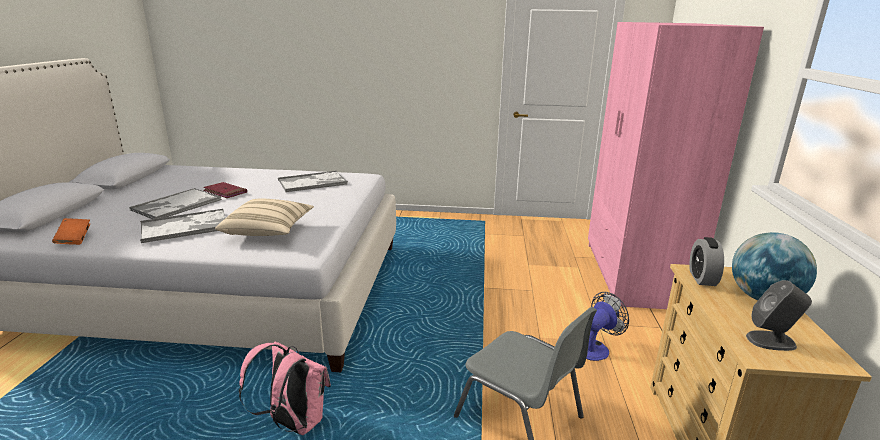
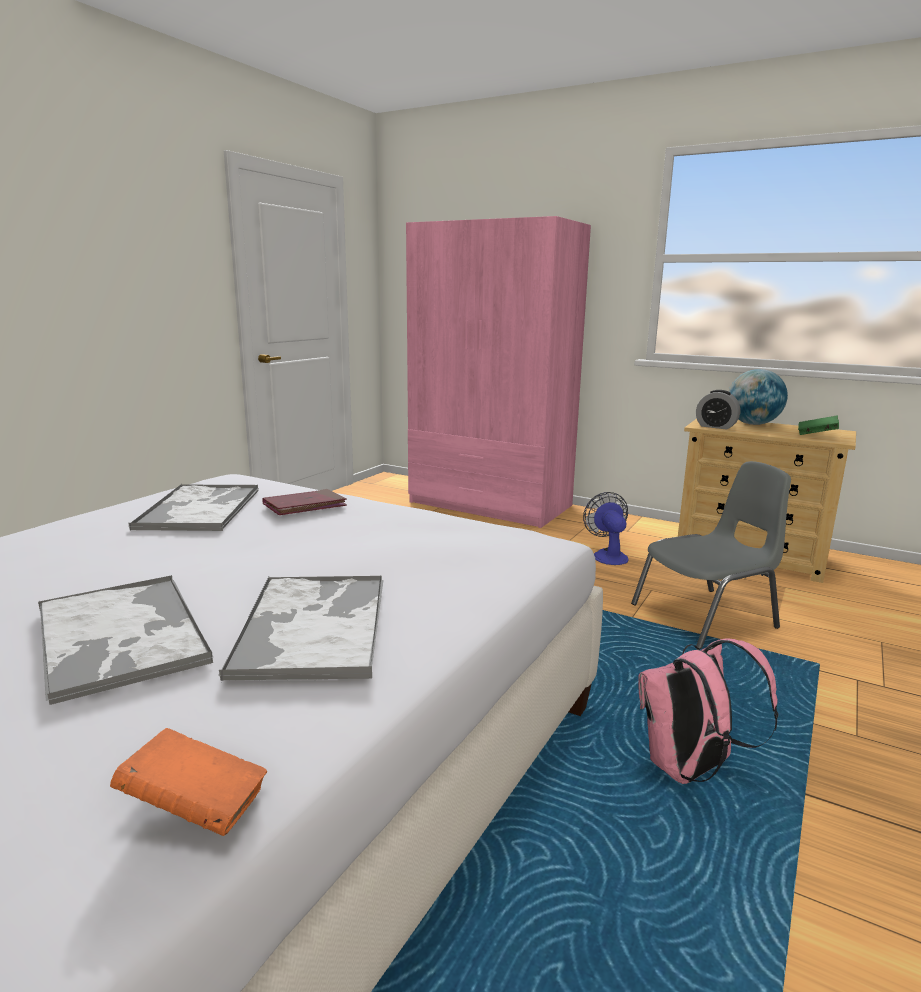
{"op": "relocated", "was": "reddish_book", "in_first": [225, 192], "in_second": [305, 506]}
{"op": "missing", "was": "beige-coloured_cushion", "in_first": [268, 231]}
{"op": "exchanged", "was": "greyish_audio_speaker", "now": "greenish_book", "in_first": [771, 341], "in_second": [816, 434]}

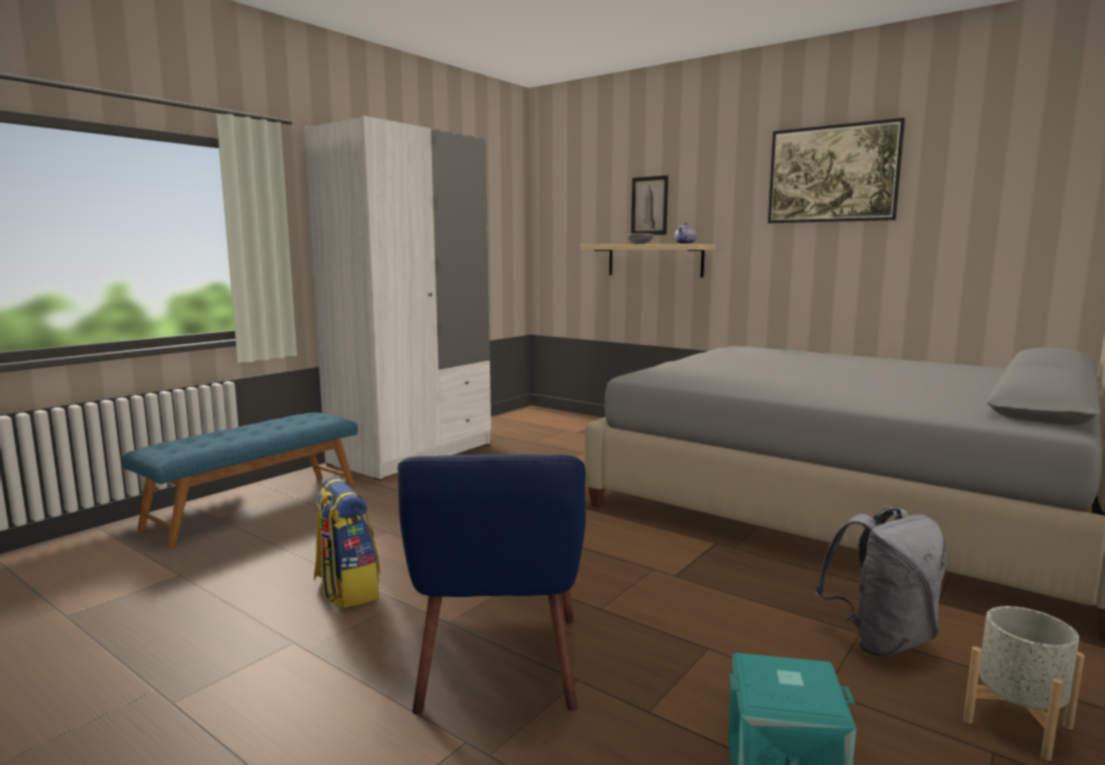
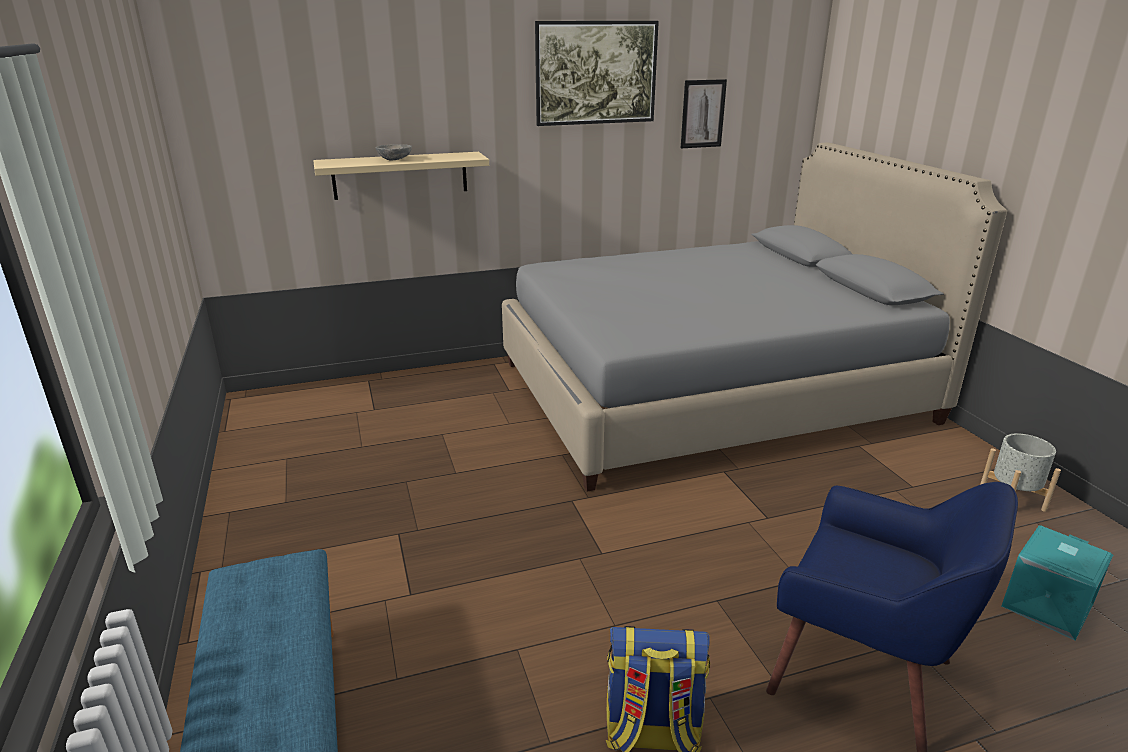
{"op": "missing", "was": "white_armoire", "in_first": [412, 453]}
{"op": "relocated", "was": "wall_picture", "in_first": [649, 206], "in_second": [703, 114]}
{"op": "missing", "was": "pot_for_tea", "in_first": [685, 243]}
{"op": "missing", "was": "greyish_rucksack", "in_first": [881, 640]}

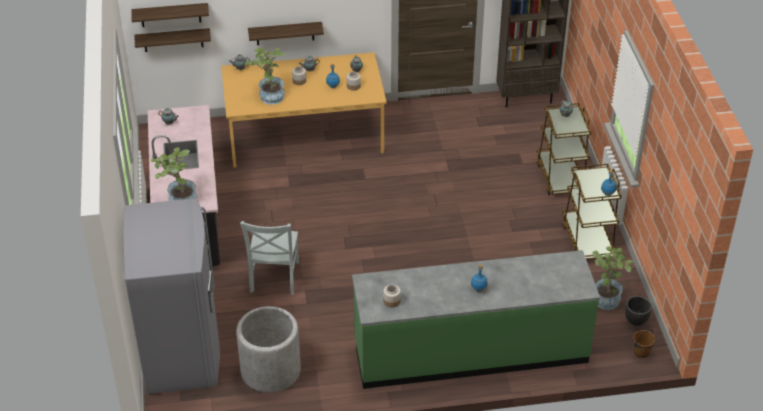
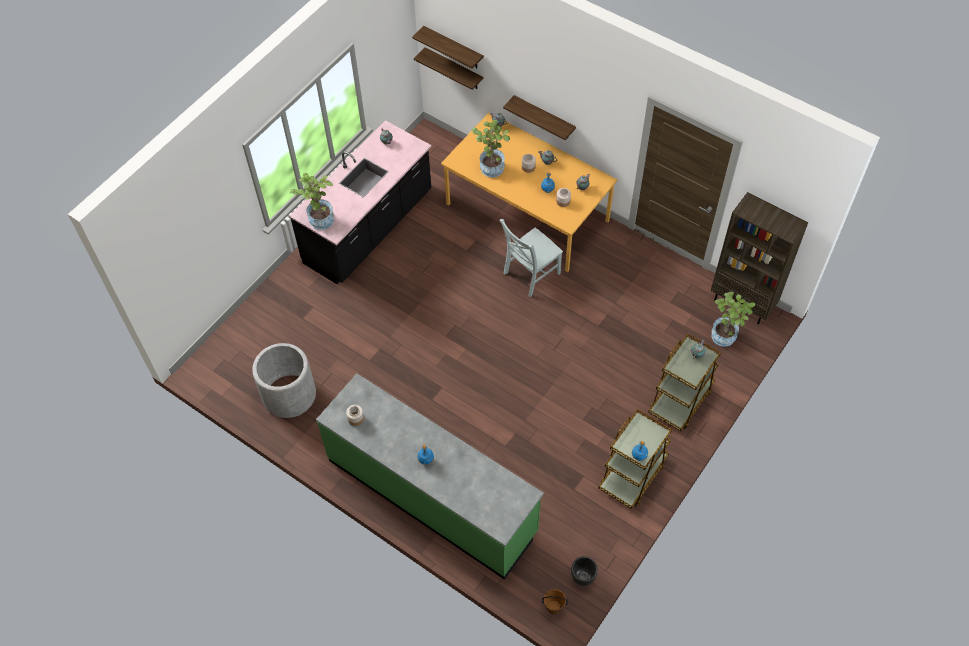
{"op": "missing", "was": "greyish_refrigerator", "in_first": [182, 353]}
{"op": "relocated", "was": "greyish_upright_chair", "in_first": [274, 278], "in_second": [530, 274]}
{"op": "relocated", "was": "plant_in_a_pot", "in_first": [606, 297], "in_second": [726, 334]}

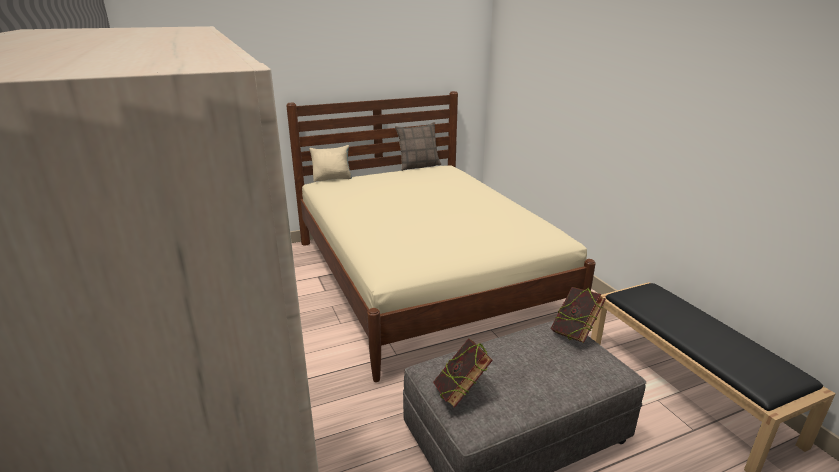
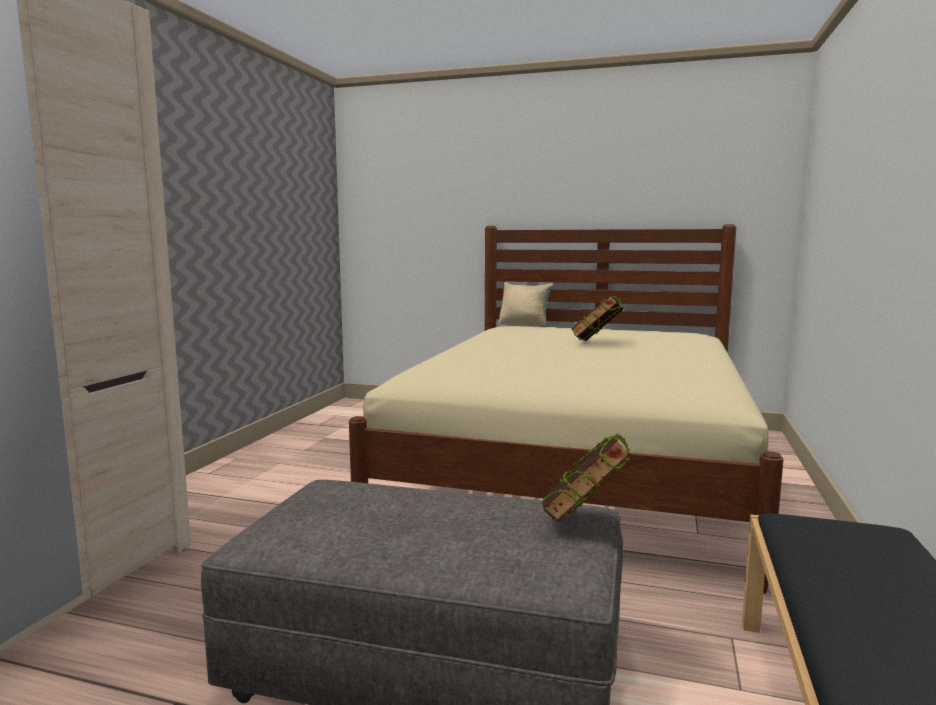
{"op": "missing", "was": "cushion", "in_first": [418, 166]}
{"op": "relocated", "was": "book", "in_first": [460, 394], "in_second": [597, 343]}

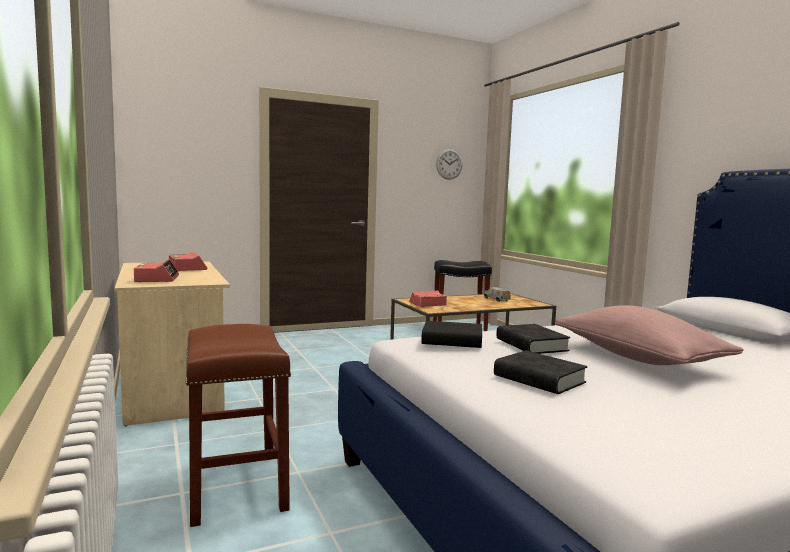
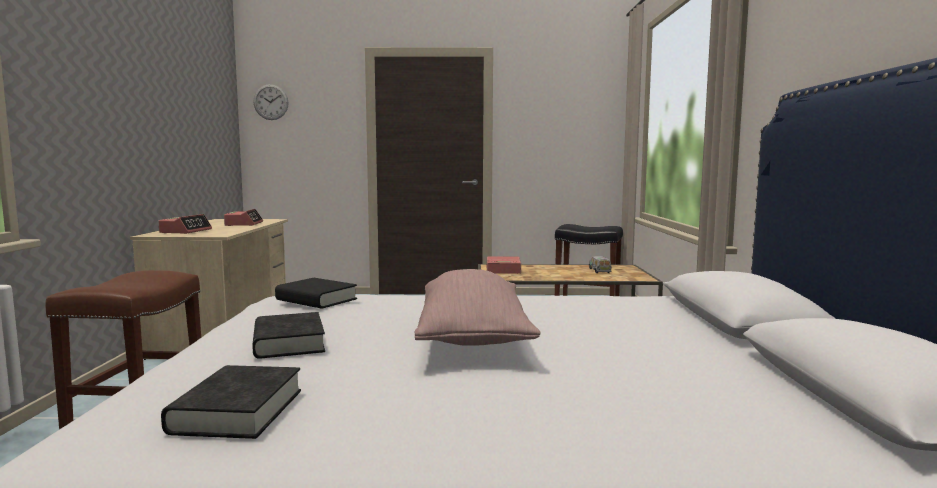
{"op": "relocated", "was": "hanging_clock", "in_first": [449, 164], "in_second": [271, 102]}
{"op": "relocated", "was": "blackish_book", "in_first": [531, 345], "in_second": [237, 411]}

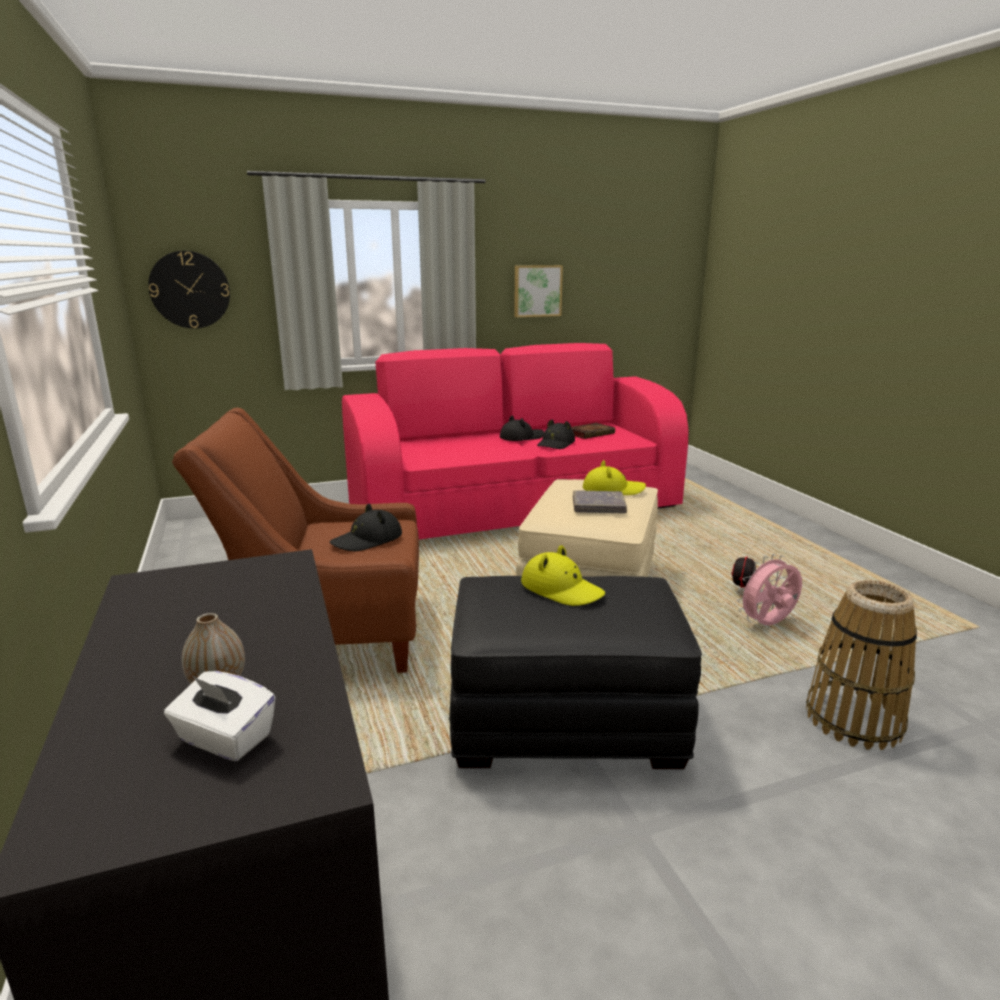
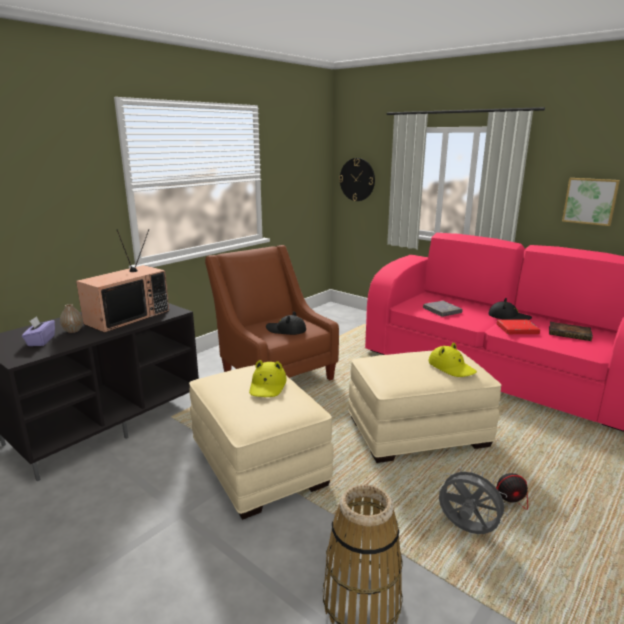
{"op": "exchanged", "was": "blackish_wearable_hat", "now": "reddish_book", "in_first": [556, 444], "in_second": [517, 329]}
{"op": "relocated", "was": "greyish_book", "in_first": [598, 506], "in_second": [442, 311]}
{"op": "colour", "was": "pink_cooling_fan", "now": "greyish_cooling_fan", "in_first": [767, 625], "in_second": [466, 530]}
{"op": "colour", "was": "blackish_ottoman", "now": "beige-coloured_ottoman", "in_first": [566, 719], "in_second": [259, 464]}
{"op": "colour", "was": "white_tissue_box", "now": "purple-coloured_tissue_box", "in_first": [224, 739], "in_second": [41, 341]}
{"op": "appeared", "now": "television", "in_second": [128, 317]}

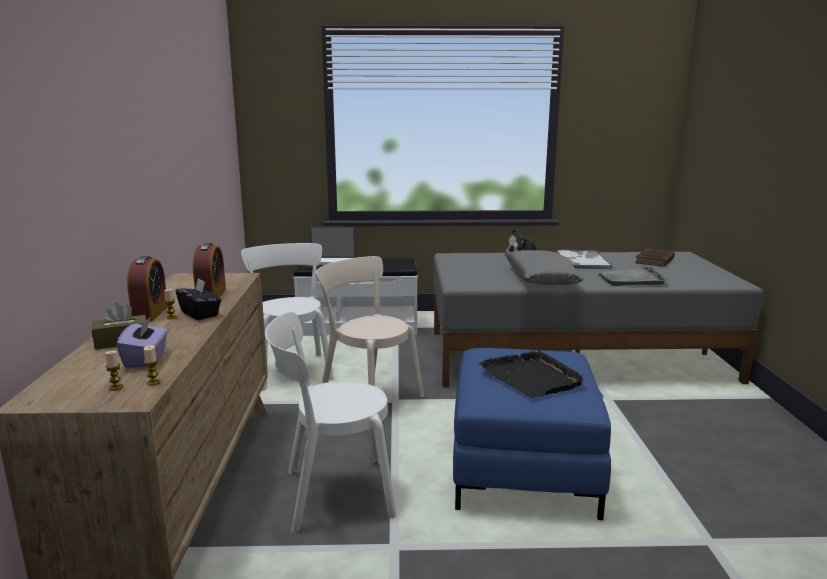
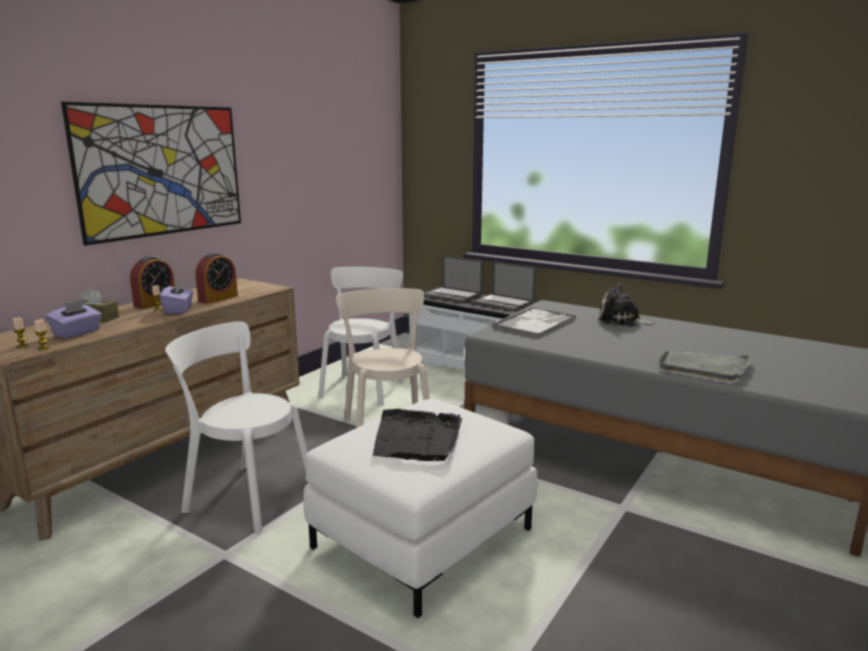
{"op": "missing", "was": "brown-coloured_book", "in_first": [654, 261]}
{"op": "missing", "was": "greyish_cushion", "in_first": [541, 278]}
{"op": "relocated", "was": "serving_tray", "in_first": [582, 260], "in_second": [535, 323]}
{"op": "colour", "was": "blackish_tissue_box", "now": "purple-coloured_tissue_box", "in_first": [200, 314], "in_second": [179, 310]}
{"op": "colour", "was": "bluish_ottoman", "now": "white_ottoman", "in_first": [524, 467], "in_second": [423, 538]}
{"op": "appeared", "now": "wall_picture", "in_second": [162, 170]}
{"op": "appeared", "now": "laptop", "in_second": [504, 303]}

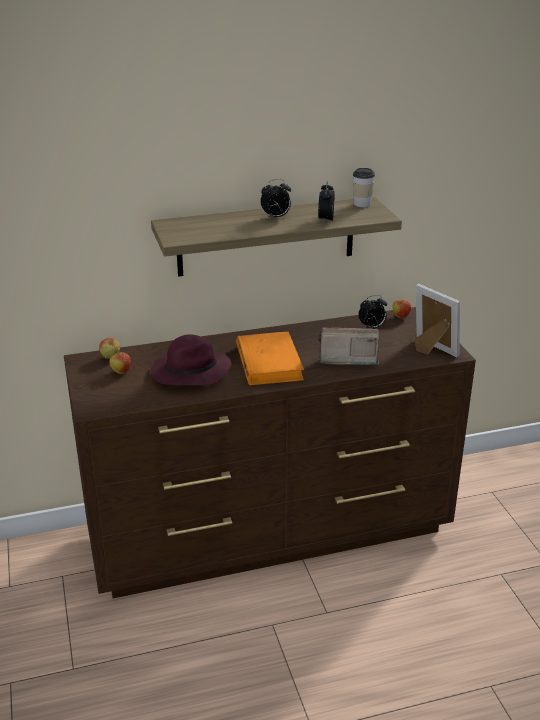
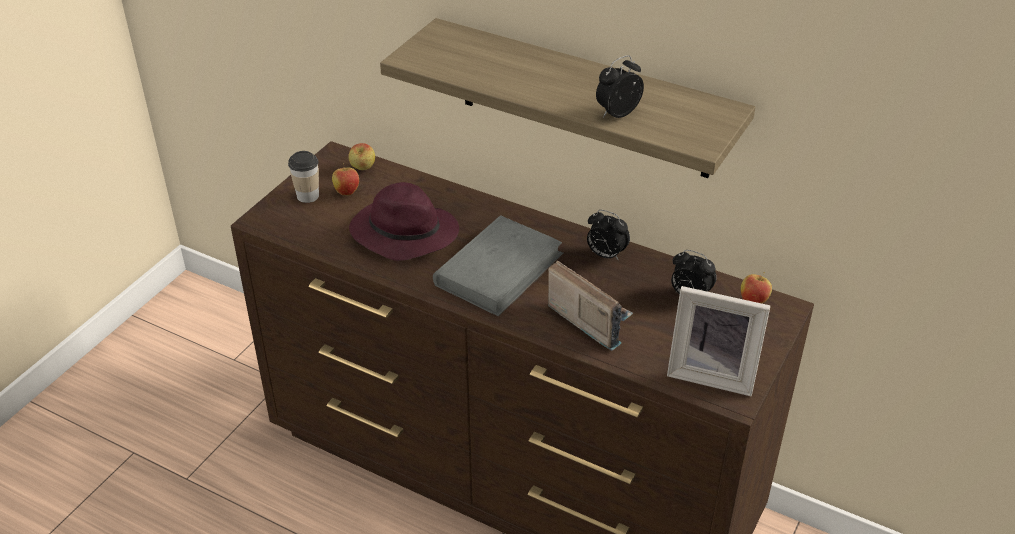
{"op": "relocated", "was": "drinking_cup", "in_first": [362, 204], "in_second": [308, 196]}
{"op": "relocated", "was": "bedside_clock", "in_first": [276, 217], "in_second": [605, 255]}
{"op": "spun", "was": "standing_frame", "in_first": [431, 350], "in_second": [712, 373], "clockwise": 105}
{"op": "colour", "was": "orange_book", "now": "greyish_book", "in_first": [269, 362], "in_second": [499, 269]}

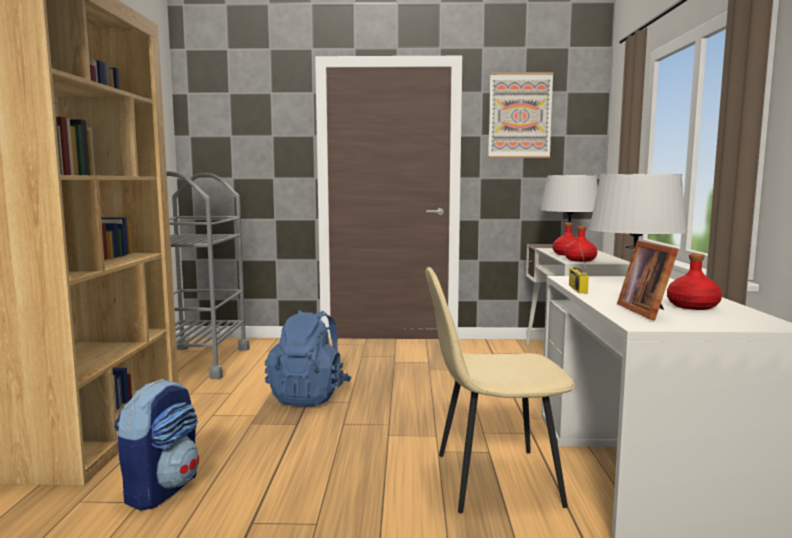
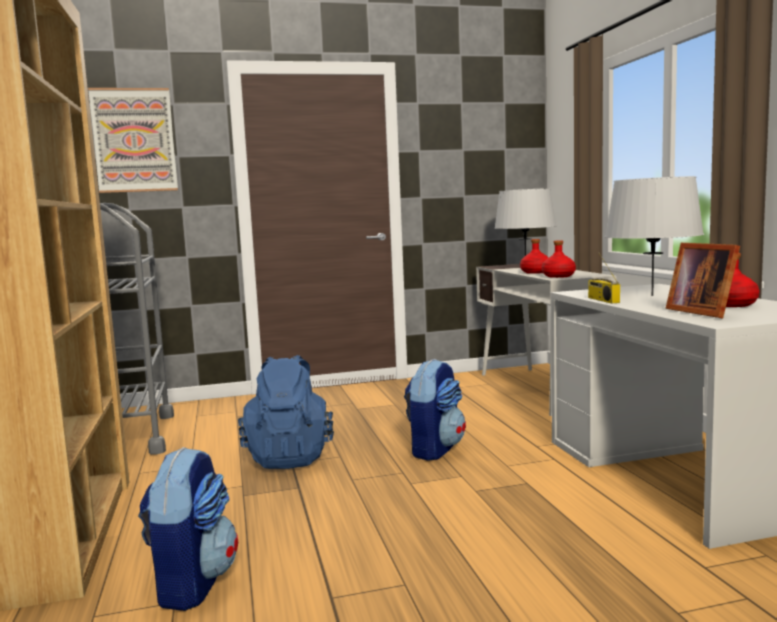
{"op": "relocated", "was": "wall_picture", "in_first": [520, 115], "in_second": [134, 140]}
{"op": "missing", "was": "beige-coloured_upright_chair", "in_first": [493, 479]}
{"op": "appeared", "now": "rucksack", "in_second": [434, 449]}

